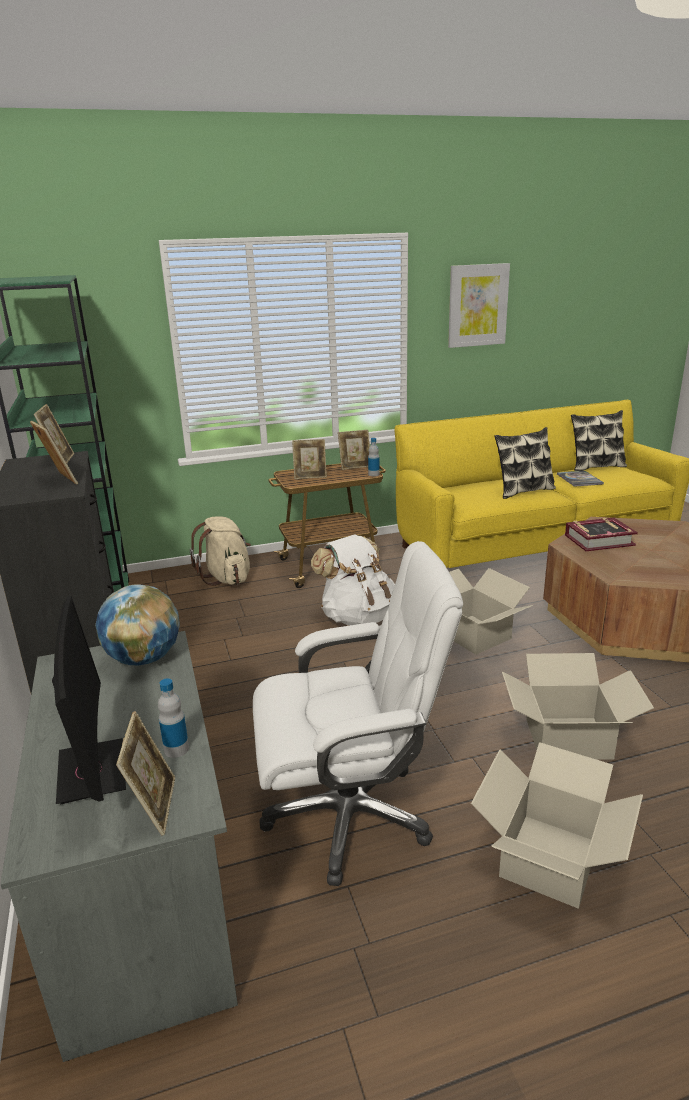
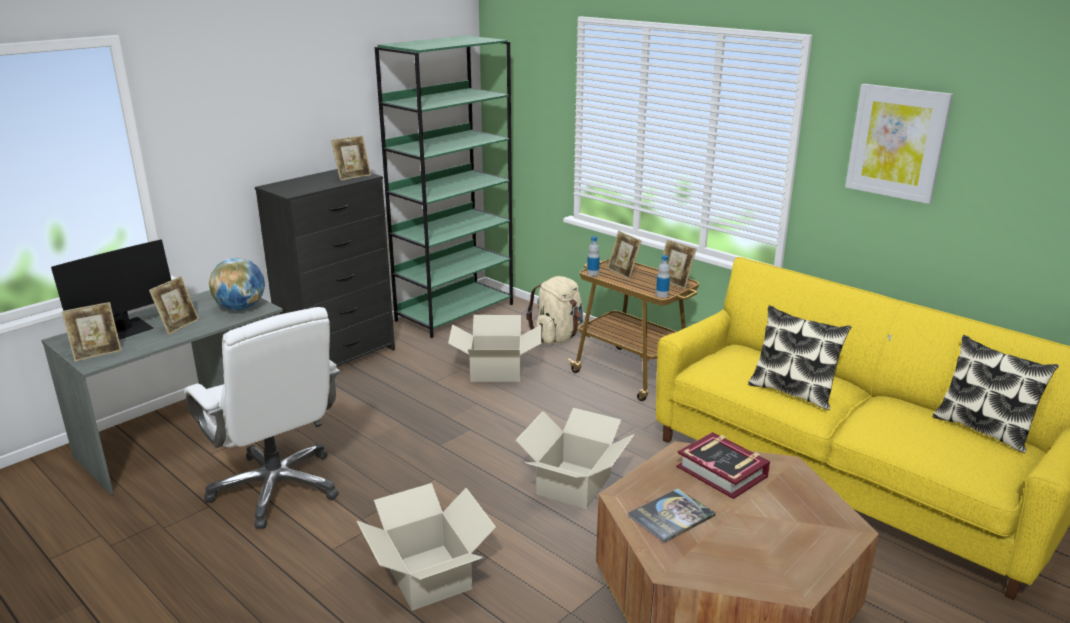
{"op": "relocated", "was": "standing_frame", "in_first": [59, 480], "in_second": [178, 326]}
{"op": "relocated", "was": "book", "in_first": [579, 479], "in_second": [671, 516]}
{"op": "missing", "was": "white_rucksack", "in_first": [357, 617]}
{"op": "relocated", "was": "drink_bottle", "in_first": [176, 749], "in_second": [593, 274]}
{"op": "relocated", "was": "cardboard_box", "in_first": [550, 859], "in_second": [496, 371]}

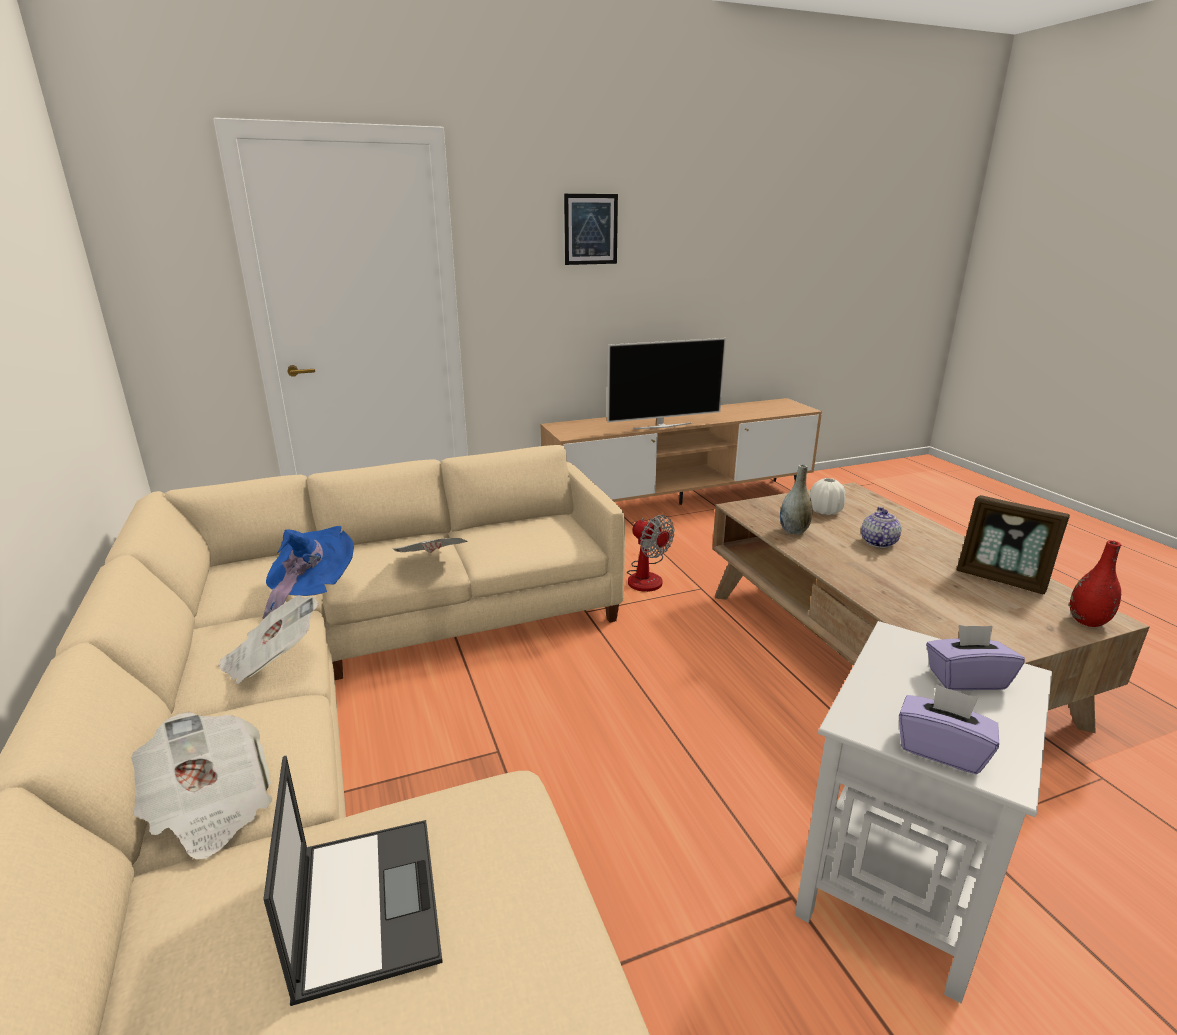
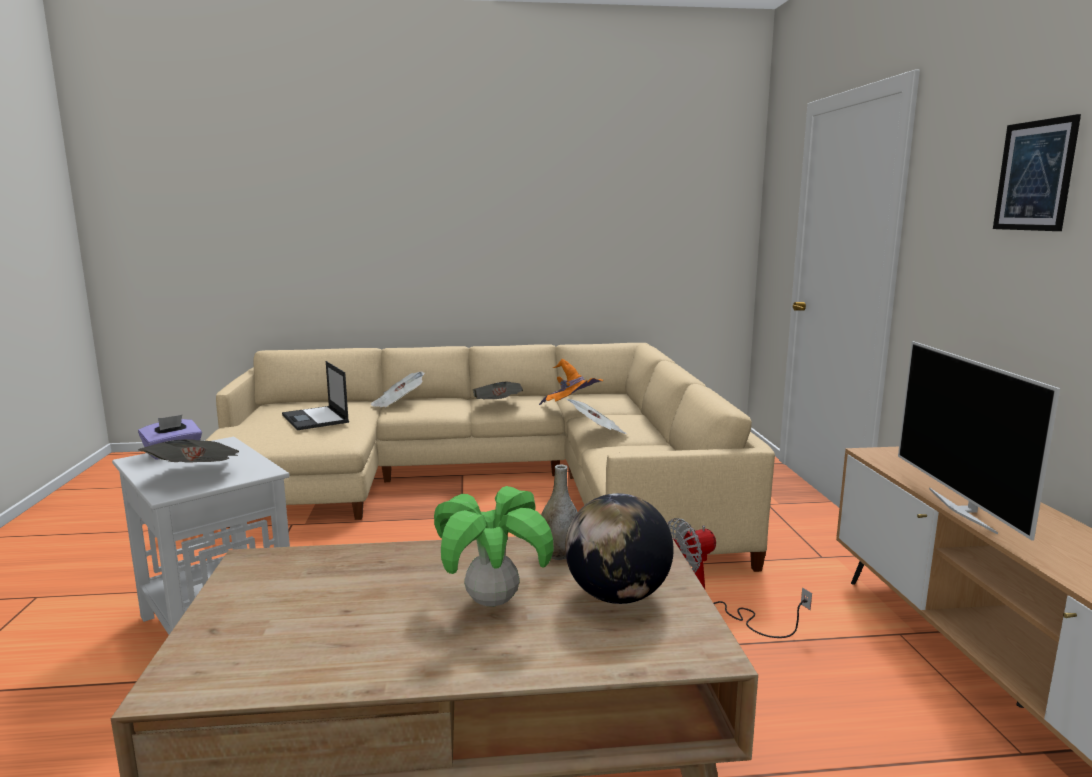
{"op": "exchanged", "was": "white_decorative_vase", "now": "globe", "in_first": [825, 511], "in_second": [617, 596]}
{"op": "missing", "was": "standing_frame", "in_first": [1001, 579]}
{"op": "exchanged", "was": "pot_for_tea", "now": "plant_in_a_pot", "in_first": [878, 542], "in_second": [491, 601]}
{"op": "colour", "was": "bluish_wearable_hat", "now": "orange_wearable_hat", "in_first": [311, 592], "in_second": [572, 409]}
{"op": "missing", "was": "reddish_decorative_vase", "in_first": [1087, 621]}
{"op": "exchanged", "was": "purple-coloured_tissue_box", "now": "printed_paper", "in_first": [966, 679], "in_second": [196, 476]}
{"op": "spun", "was": "laptop", "in_first": [366, 902], "in_second": [315, 419], "clockwise": 60}

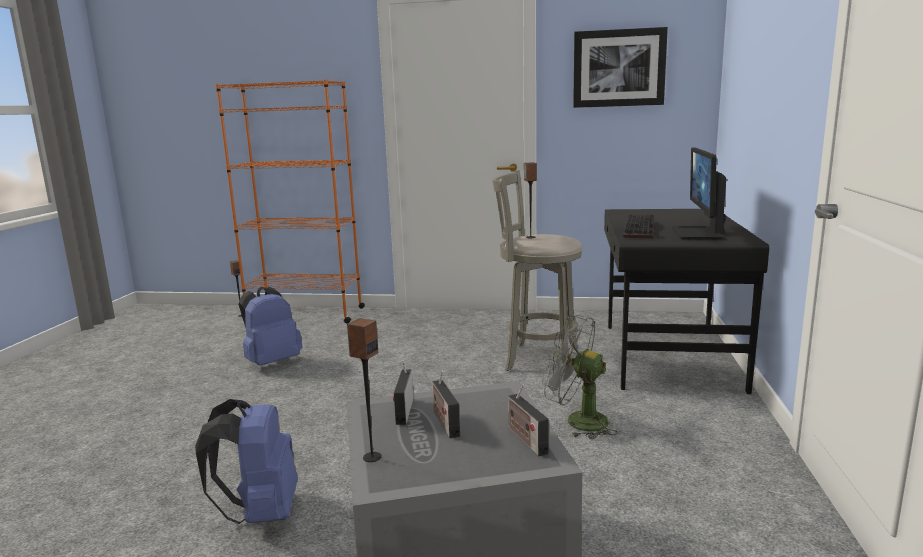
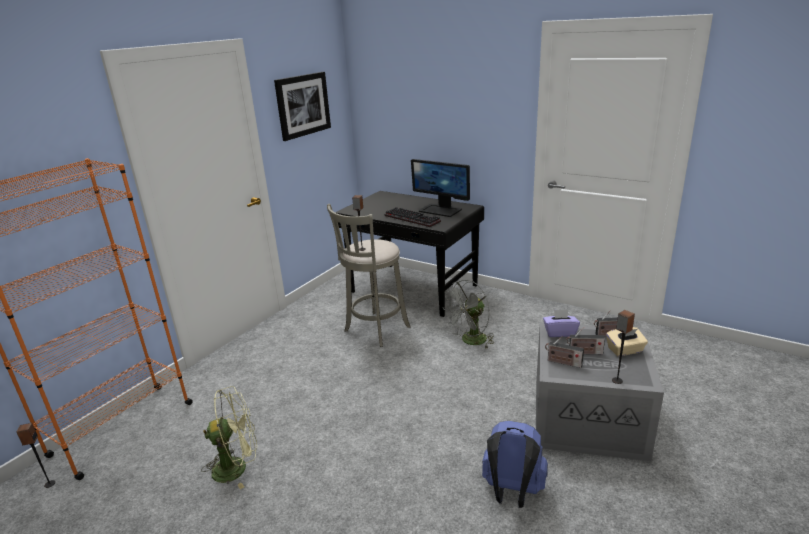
{"op": "exchanged", "was": "bluish_rucksack", "now": "greenish_cooling_fan", "in_first": [272, 362], "in_second": [237, 467]}
{"op": "appeared", "now": "purple-coloured_tissue_box", "in_second": [560, 332]}
{"op": "appeared", "now": "beige-coloured_tissue_box", "in_second": [625, 350]}

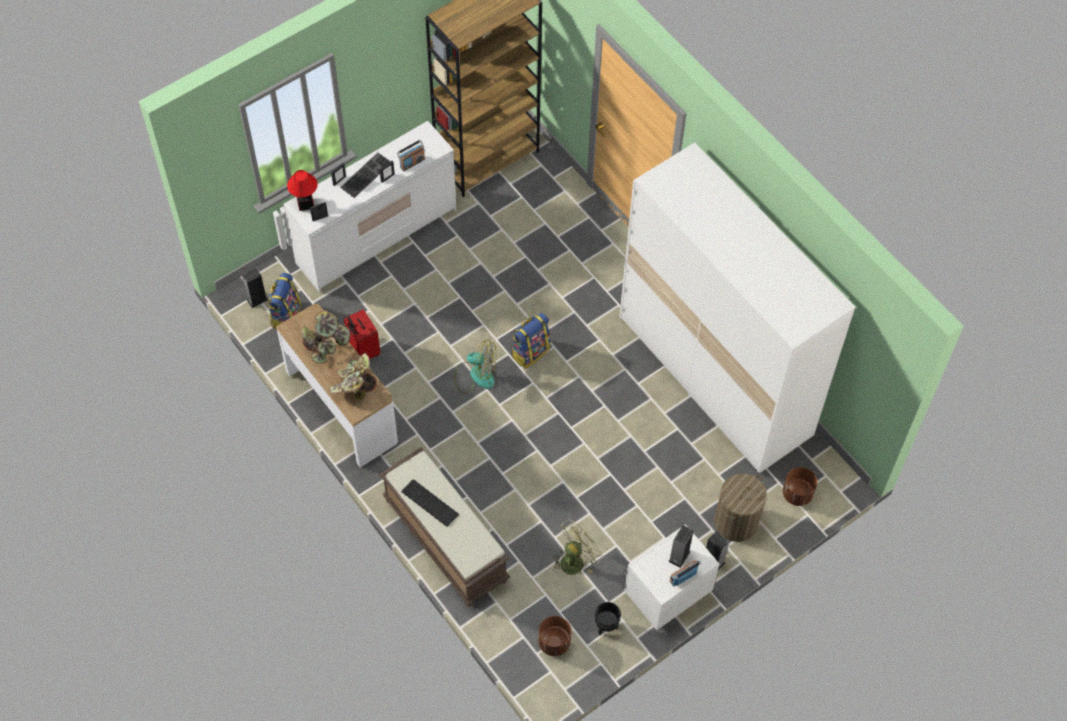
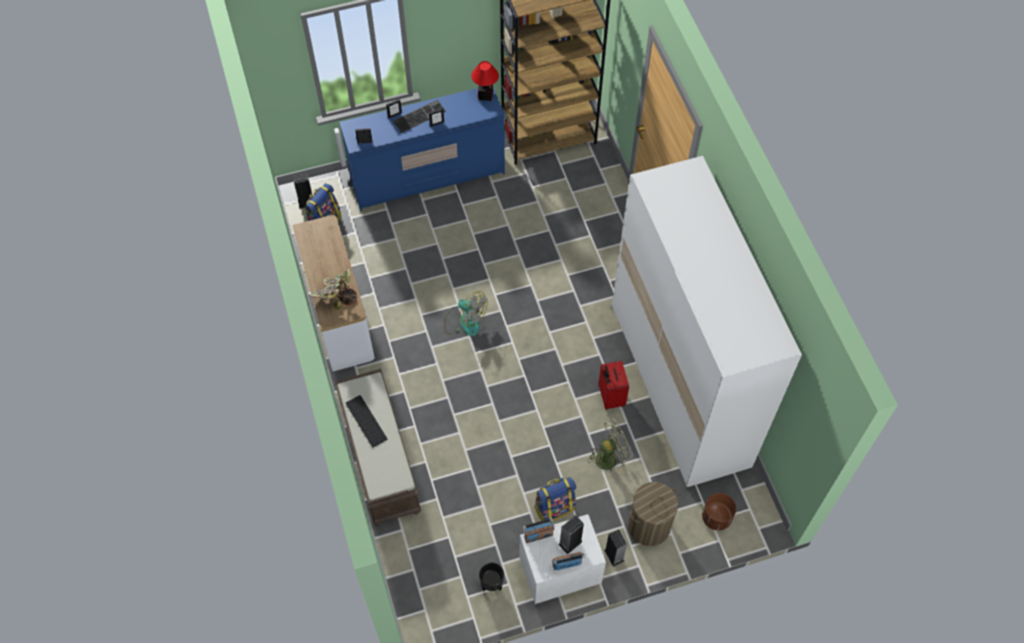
{"op": "colour", "was": "white_chest_of_drawers", "now": "bluish_chest_of_drawers", "in_first": [377, 236], "in_second": [428, 178]}
{"op": "relocated", "was": "radio_set", "in_first": [412, 162], "in_second": [538, 535]}
{"op": "relocated", "was": "table_lamp", "in_first": [305, 204], "in_second": [485, 95]}
{"op": "relocated", "was": "reddish_piece_of_luggage", "in_first": [363, 350], "in_second": [610, 397]}
{"op": "missing", "was": "plant_in_a_pot", "in_first": [325, 344]}
{"op": "relocated", "was": "rucksack", "in_first": [530, 351], "in_second": [554, 507]}
{"op": "relocated", "was": "greenish_cooling_fan", "in_first": [575, 559], "in_second": [610, 457]}
{"op": "missing", "was": "brown-coloured_planter", "in_first": [554, 642]}

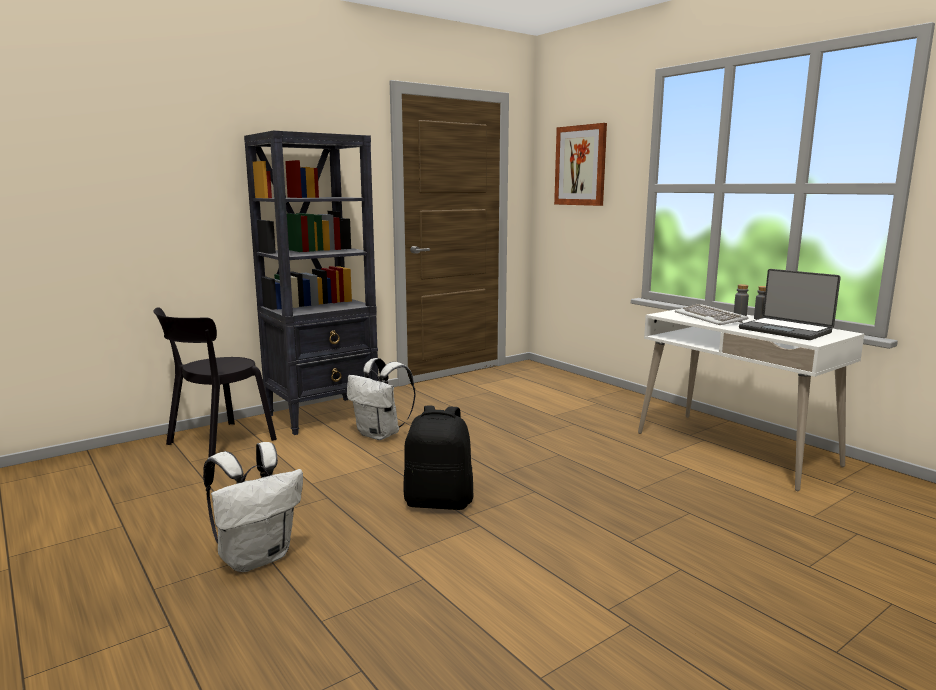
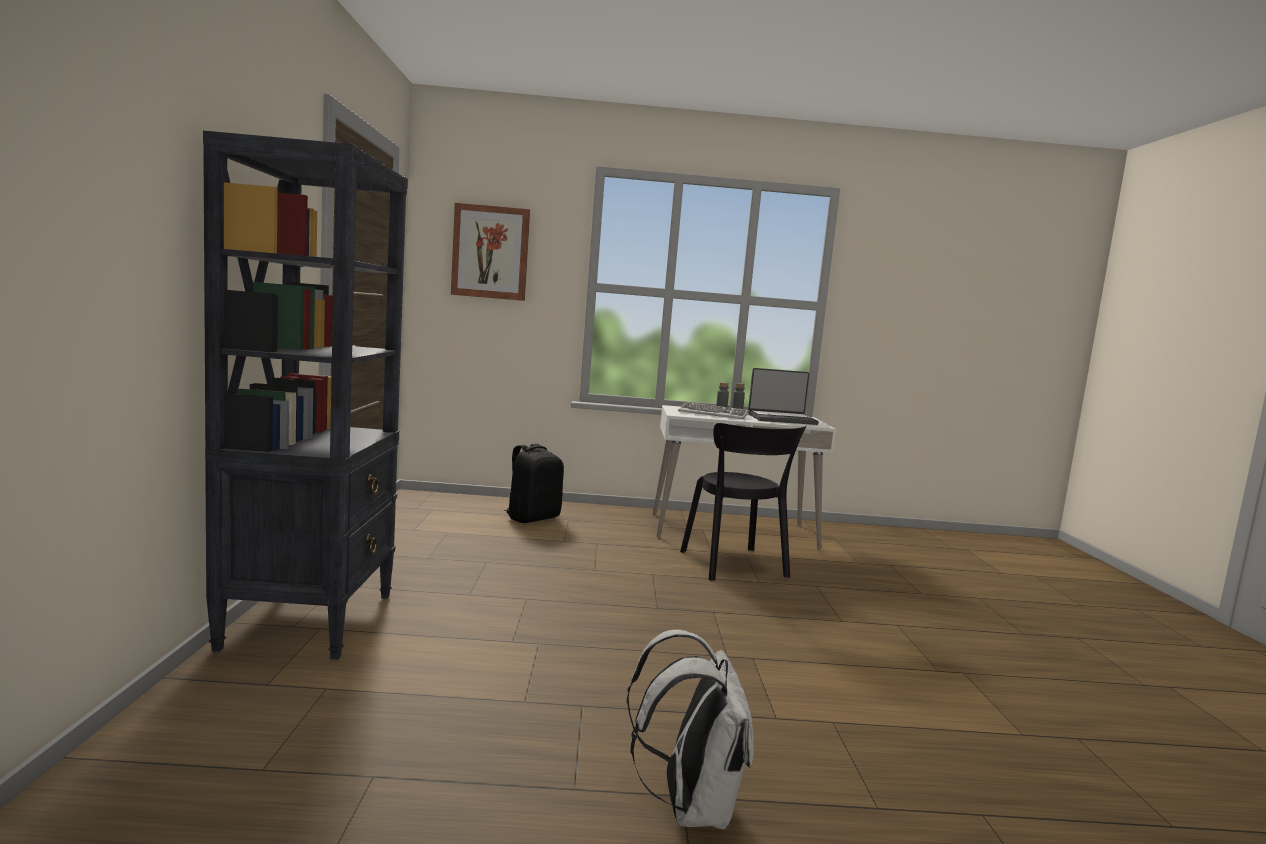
{"op": "relocated", "was": "blackish_upright_chair", "in_first": [217, 443], "in_second": [735, 566]}
{"op": "missing", "was": "white_rucksack", "in_first": [381, 434]}
{"op": "relocated", "was": "blackish_rucksack", "in_first": [439, 502], "in_second": [532, 518]}

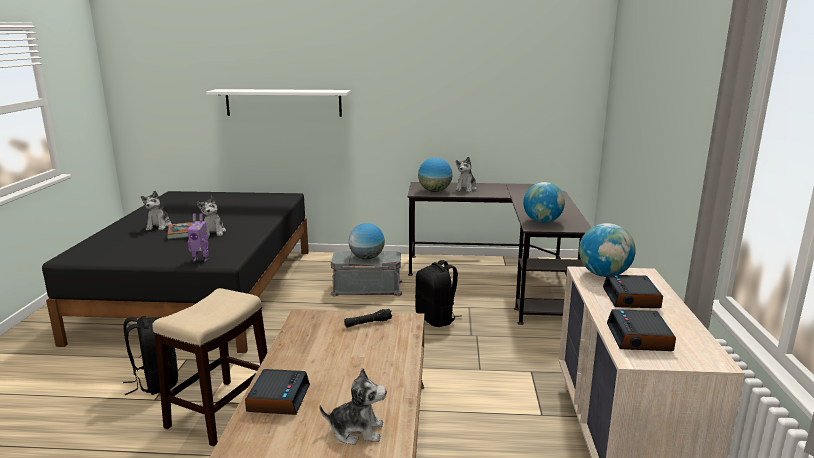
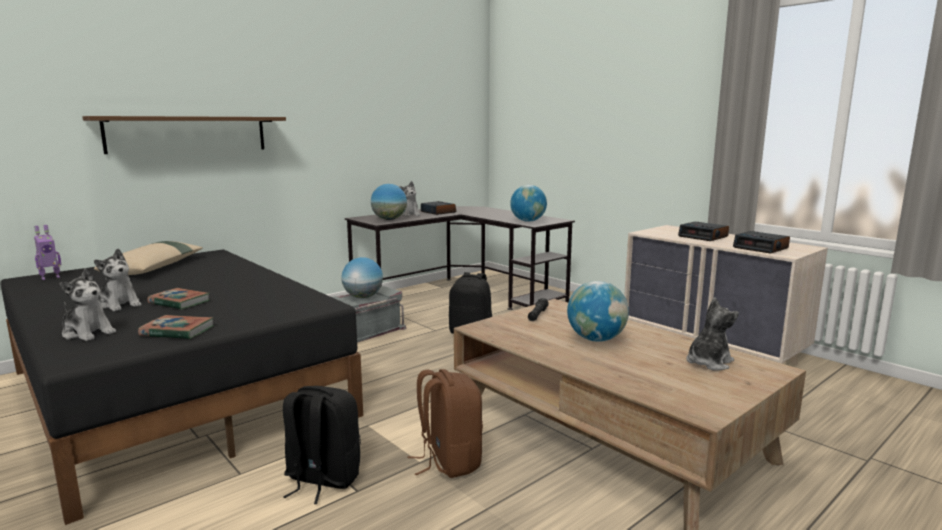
{"op": "colour", "was": "white_shelf", "now": "brown-coloured_shelf", "in_first": [283, 102], "in_second": [188, 134]}
{"op": "relocated", "was": "plush_toy", "in_first": [213, 232], "in_second": [88, 333]}
{"op": "relocated", "was": "model_robot", "in_first": [201, 259], "in_second": [50, 277]}
{"op": "relocated", "was": "globe", "in_first": [604, 275], "in_second": [596, 339]}
{"op": "exchanged", "was": "sitting_stool", "now": "brown-coloured_rucksack", "in_first": [221, 411], "in_second": [449, 461]}
{"op": "relocated", "was": "bedside_clock", "in_first": [278, 398], "in_second": [437, 212]}
{"op": "appeared", "now": "beige-coloured_cushion", "in_second": [154, 268]}
{"op": "appeared", "now": "book", "in_second": [177, 331]}

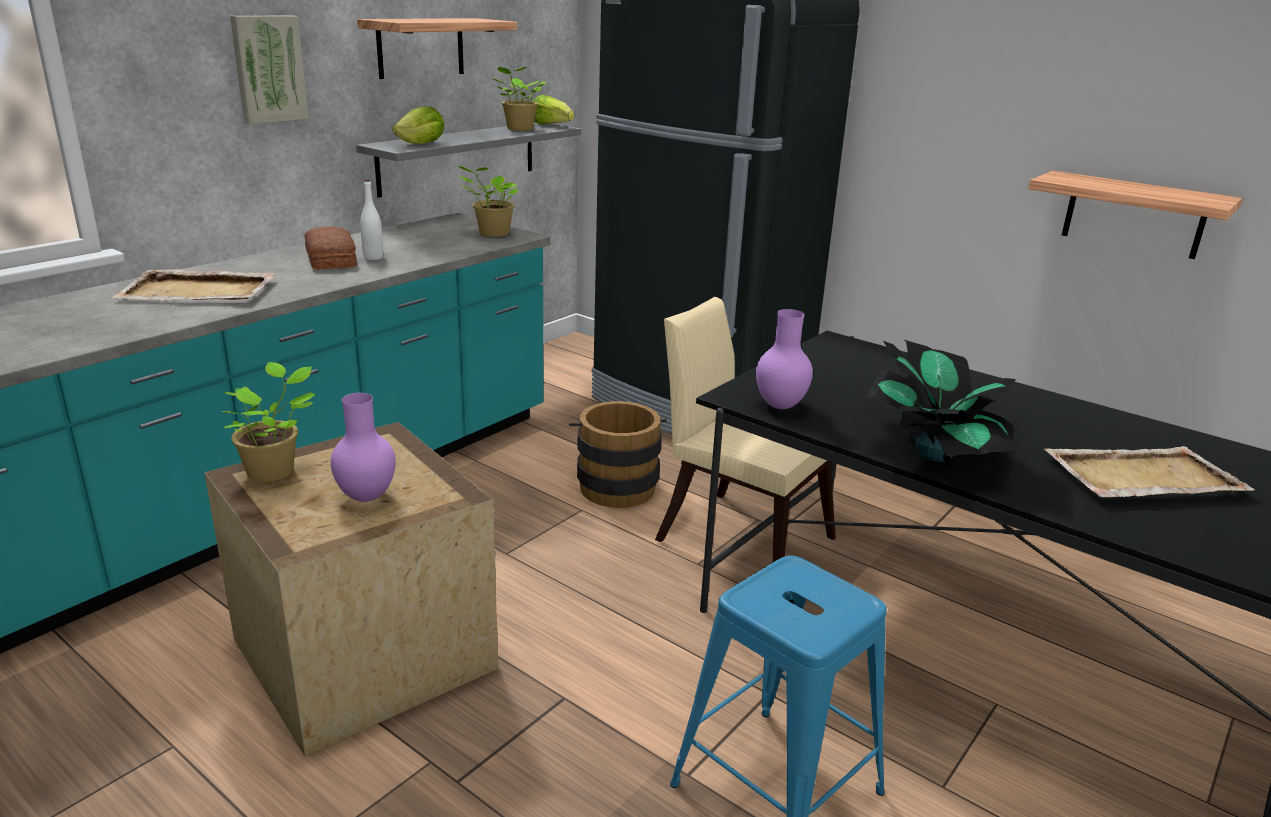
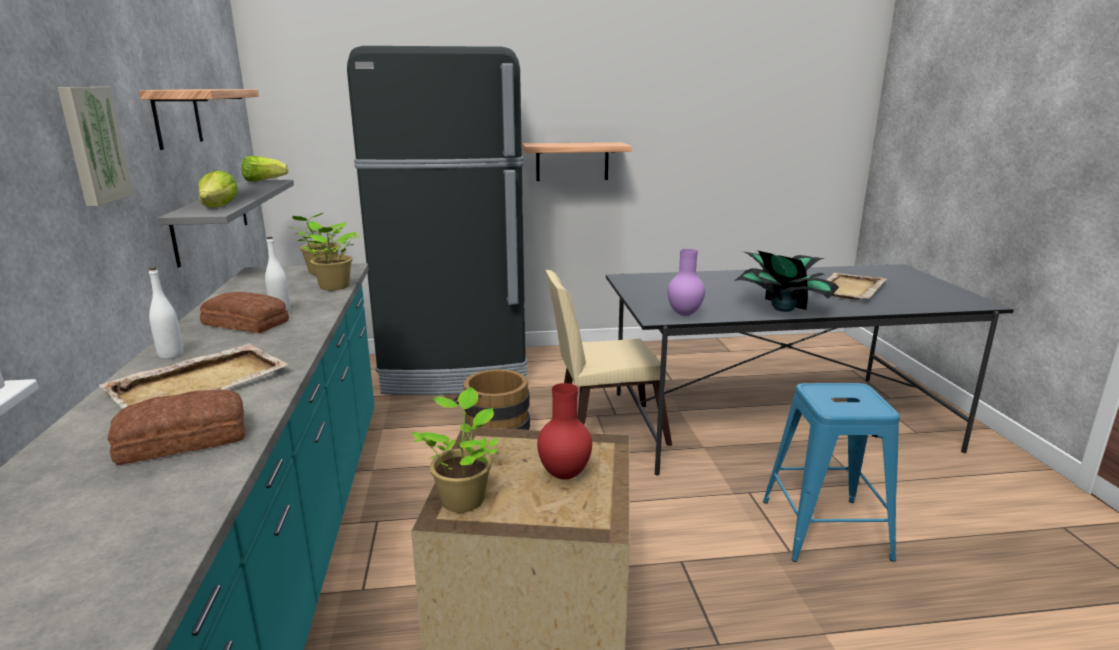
{"op": "relocated", "was": "plant_in_a_pot", "in_first": [519, 129], "in_second": [334, 287]}
{"op": "relocated", "was": "shelf", "in_first": [1134, 215], "in_second": [572, 161]}
{"op": "colour", "was": "purple-coloured_decorative_vase", "now": "reddish_decorative_vase", "in_first": [367, 497], "in_second": [565, 474]}
{"op": "appeared", "now": "white_drink_bottle", "in_second": [171, 355]}
{"op": "appeared", "now": "baked_bread", "in_second": [184, 440]}

